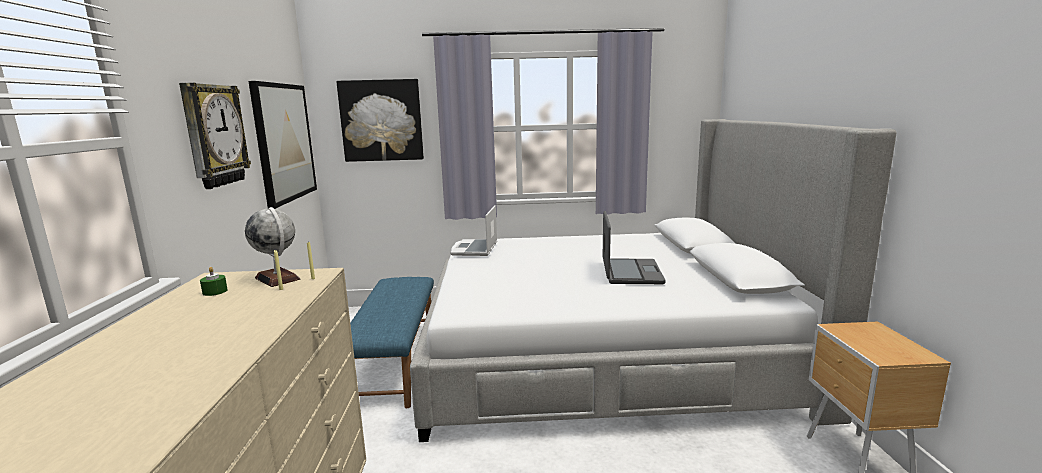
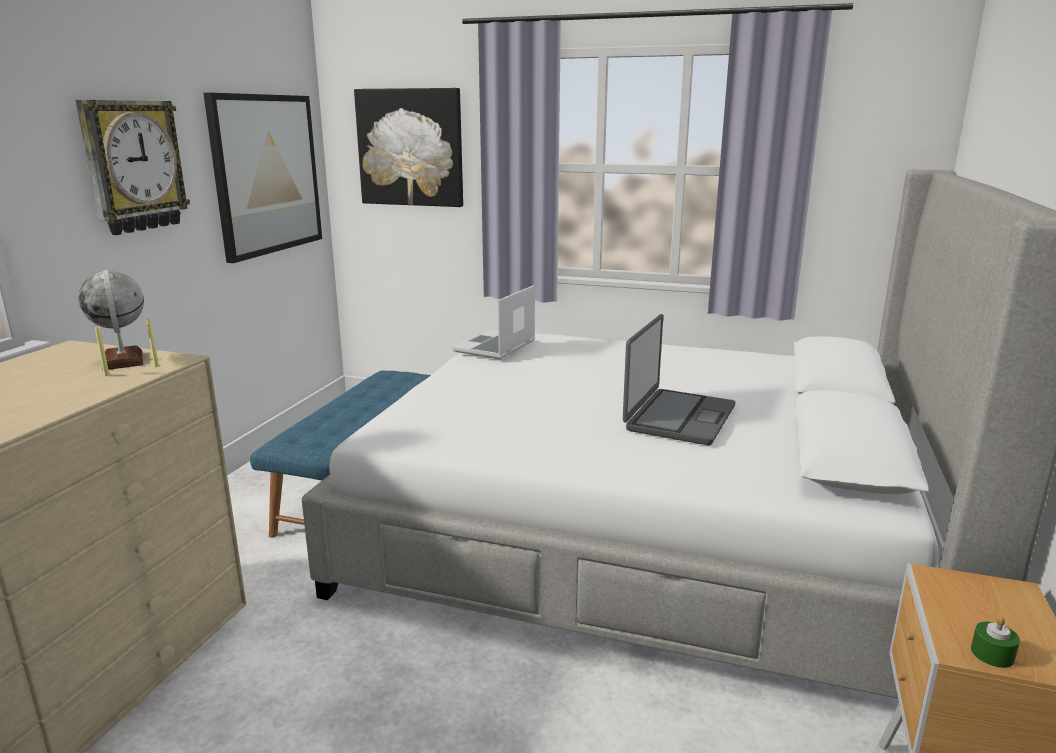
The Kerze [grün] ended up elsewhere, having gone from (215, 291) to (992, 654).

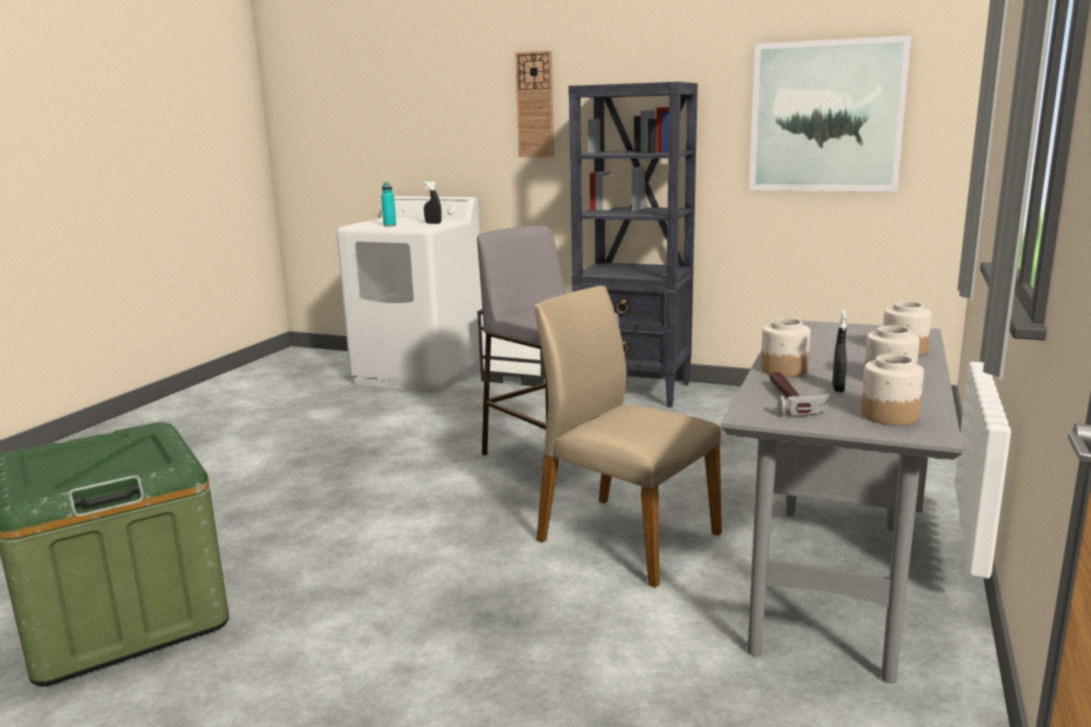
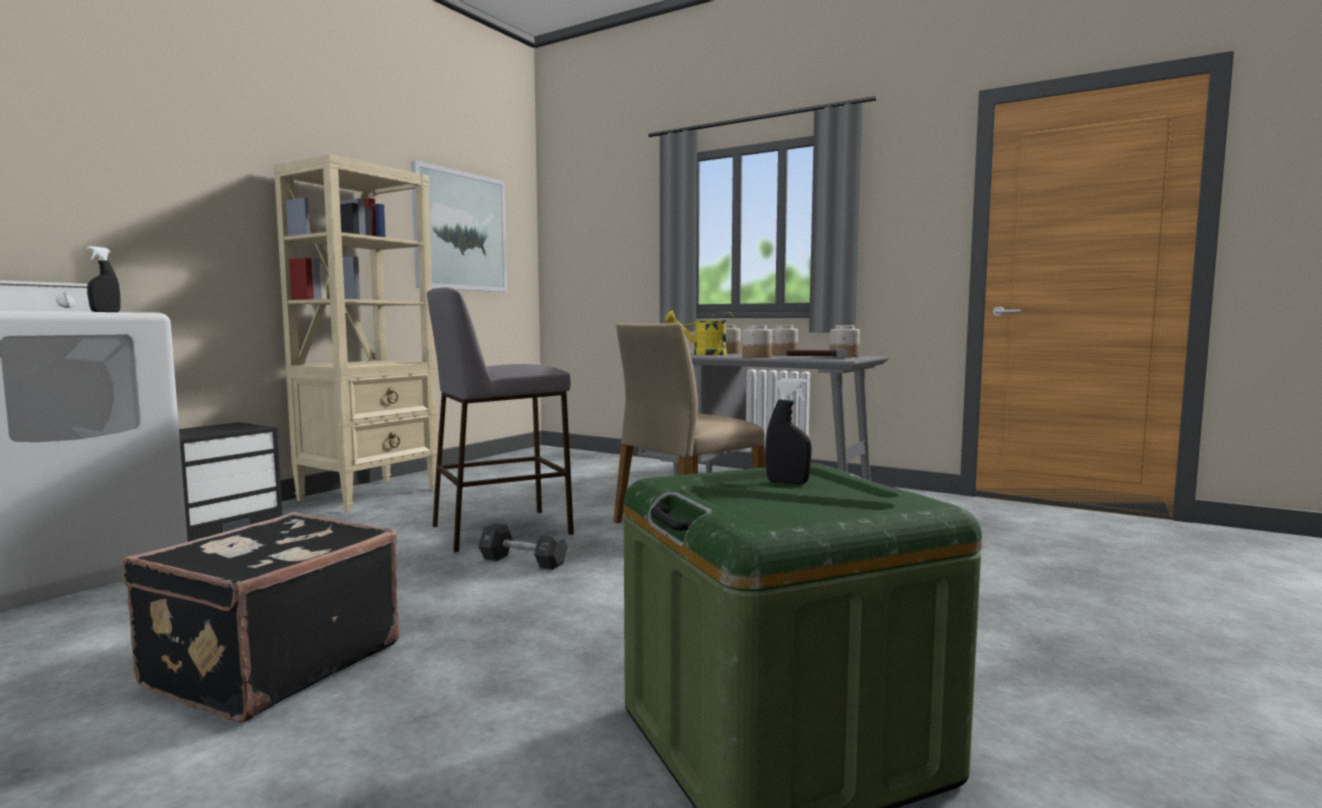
The second view gained the Koffer [schwarz] at (271, 665).
What was the Bücherregal [schwarz] at (634, 391) turned into the Bücherregal [beige] at (370, 494).
The second view gained the Hantel [schwarz] at (523, 561).
The second view gained the Gießkanne [gelb] at (703, 354).
The Sprühflasche [schwarz] ended up elsewhere, having gone from (838, 388) to (787, 482).
The second view lost the Flasche [türkis] at (390, 225).
The second view lost the Wanduhr at (535, 105).

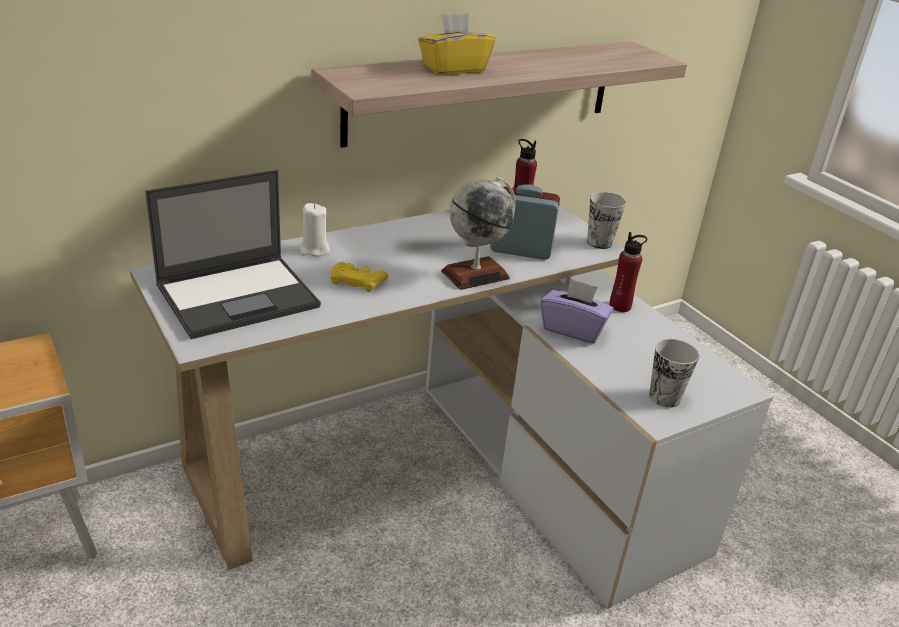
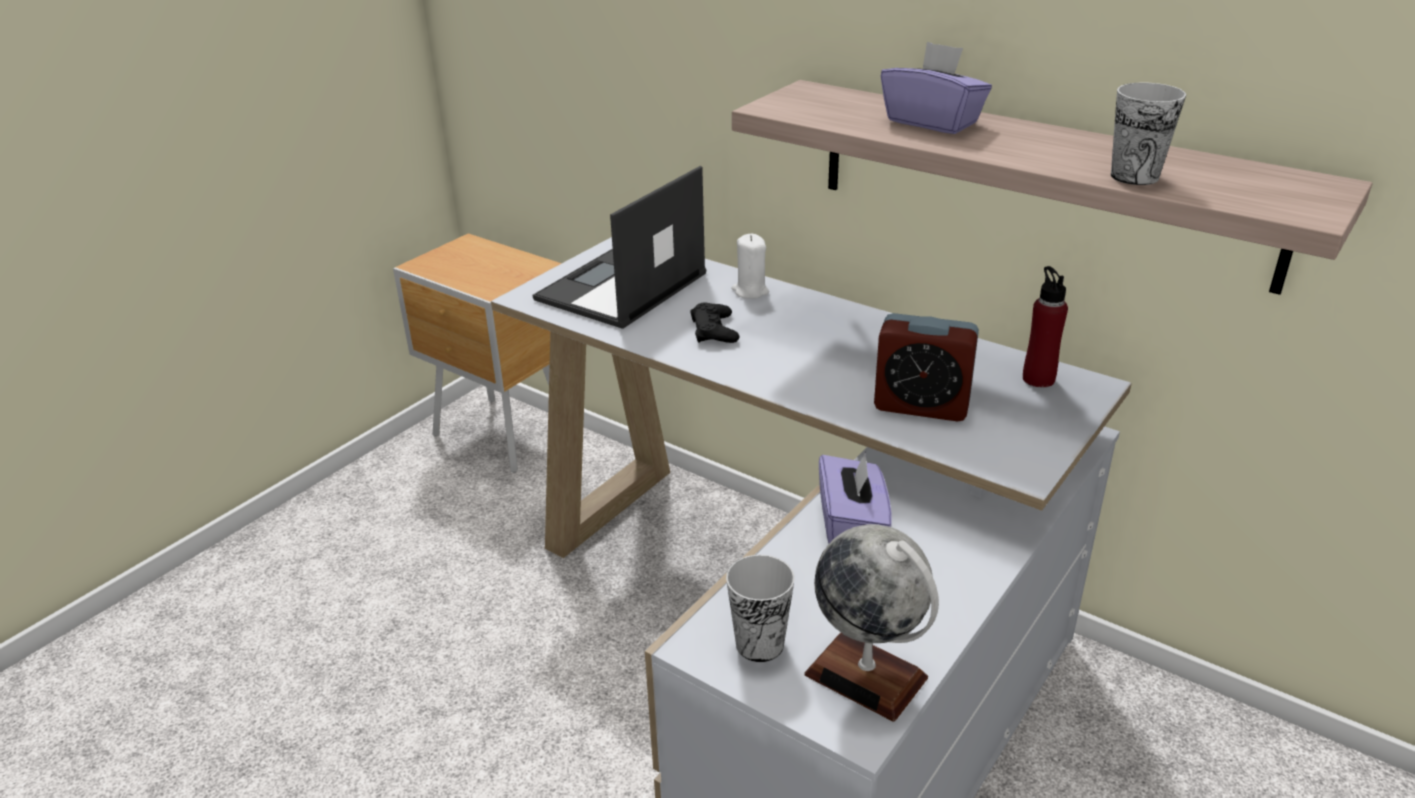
The Laptop at (239, 296) ended up facing another way, 90 degrees clockwise from before.
What was the Gamepad [gelb] at (357, 281) turned into the Gamepad [schwarz] at (714, 330).
The Globus ended up elsewhere, having gone from (475, 274) to (866, 676).
The Wecker at (521, 250) ended up facing another way, 120 degrees clockwise from before.
What was the Taschentuchbox [gelb] at (453, 69) turned into the Taschentuchbox [lila] at (932, 122).
The Tasse ended up elsewhere, having gone from (599, 242) to (1134, 176).
The second view lost the Flasche [rot] at (620, 306).

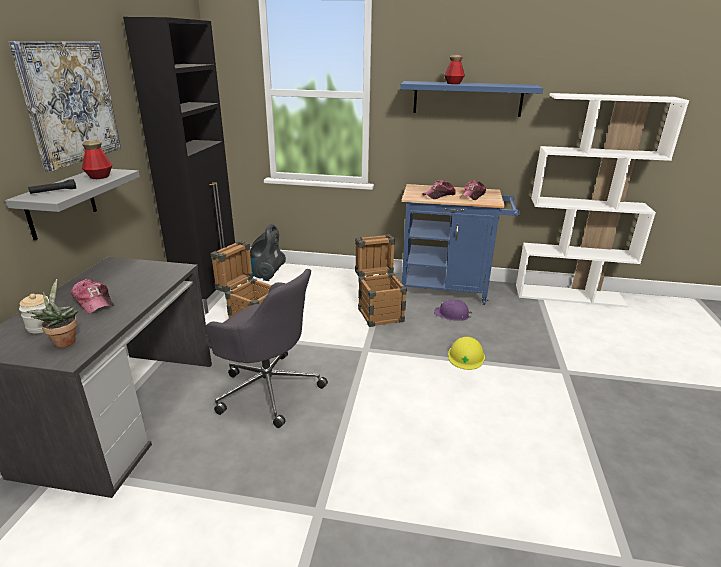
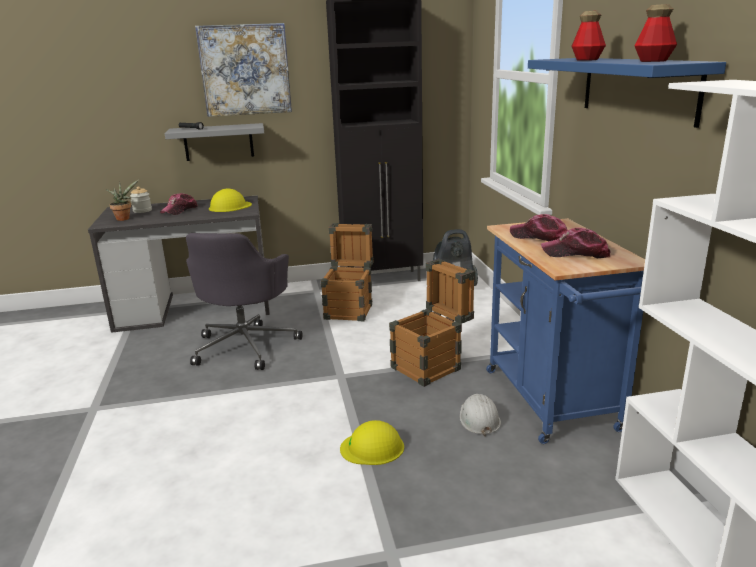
The second view gained the Schutzhelm [gelb] at (230, 206).
What was the Schutzhelm [lila] at (452, 314) turned into the Schutzhelm [weiß] at (479, 419).
The Flasche ended up elsewhere, having gone from (99, 177) to (653, 61).

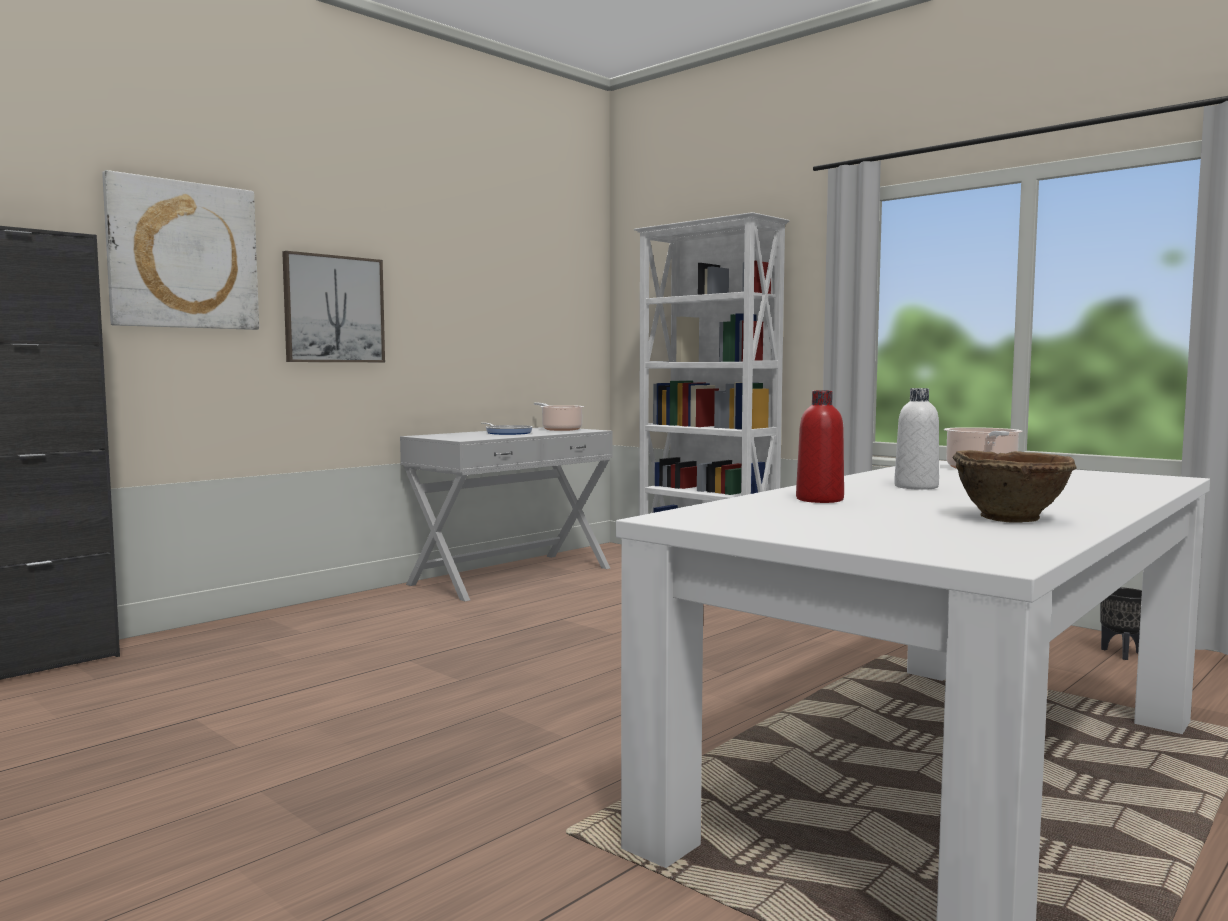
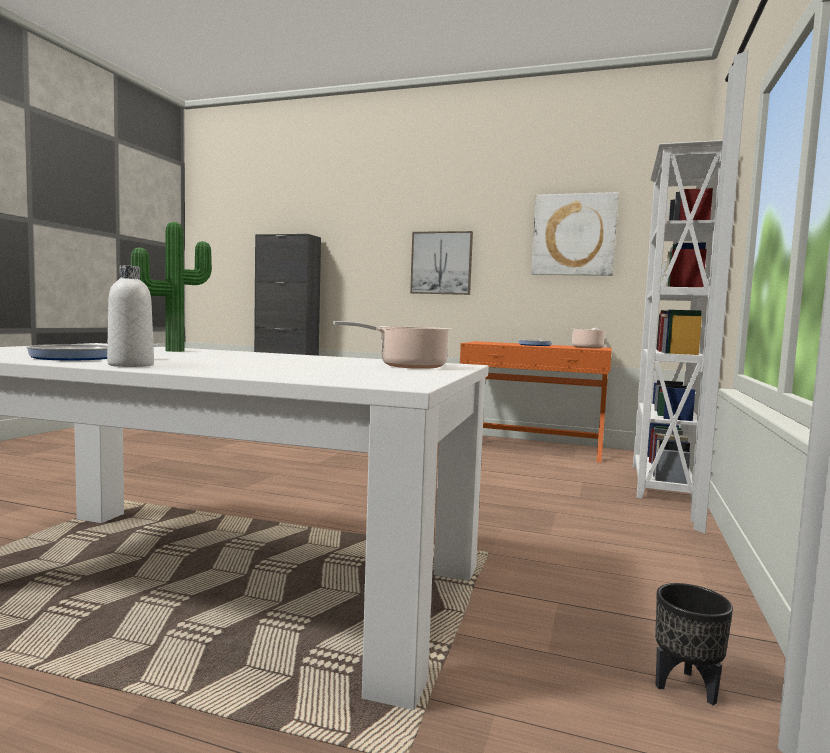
Where the Schüssel [braun] stood at (1011, 518), the Pfanne came to stand at (79, 357).
The Flasche [weiß] ended up elsewhere, having gone from (916, 487) to (131, 365).
Where the Flasche [rot] stood at (819, 499), the Topfpflanze came to stand at (173, 350).
What was the Konsolentisch [weiß] at (511, 576) turned into the Konsolentisch [orange] at (531, 447).
The Bild ended up elsewhere, having gone from (183, 255) to (574, 235).

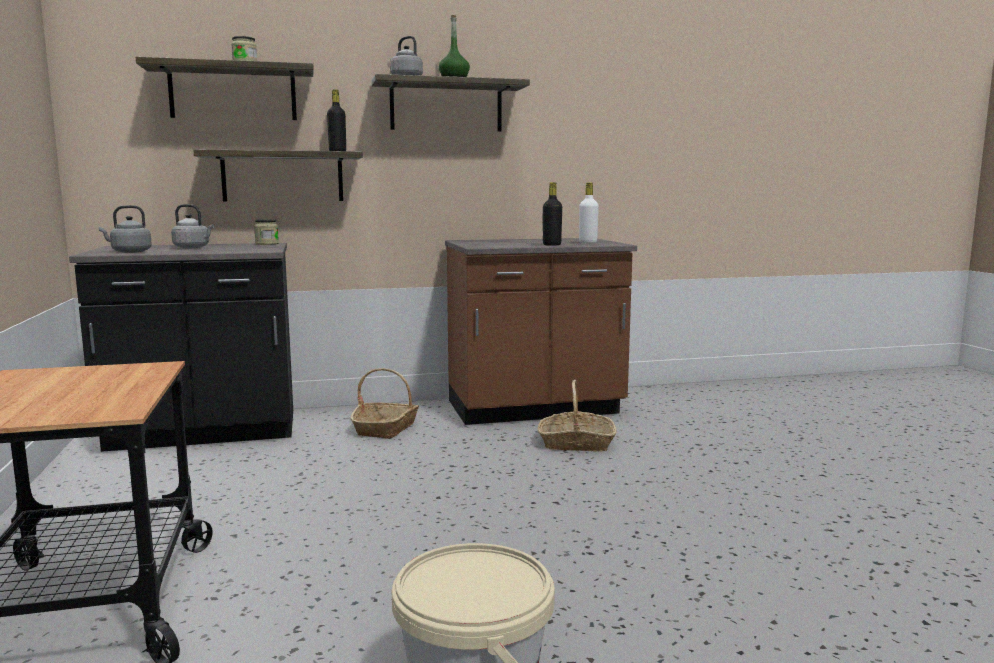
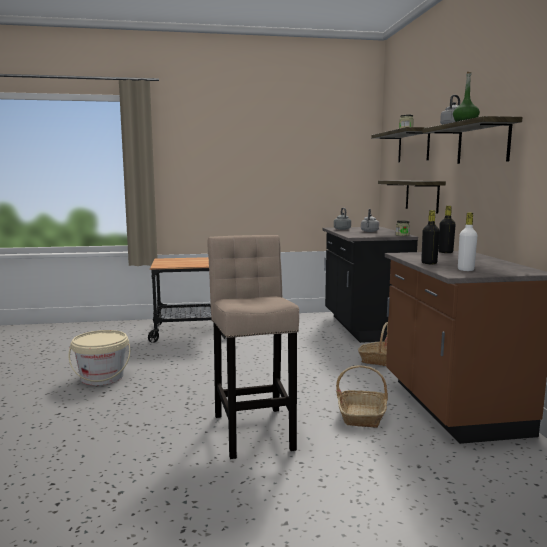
The second view gained the Hocker [beige] at (253, 428).
The Flasche [schwarz] ended up elsewhere, having gone from (337, 152) to (445, 252).

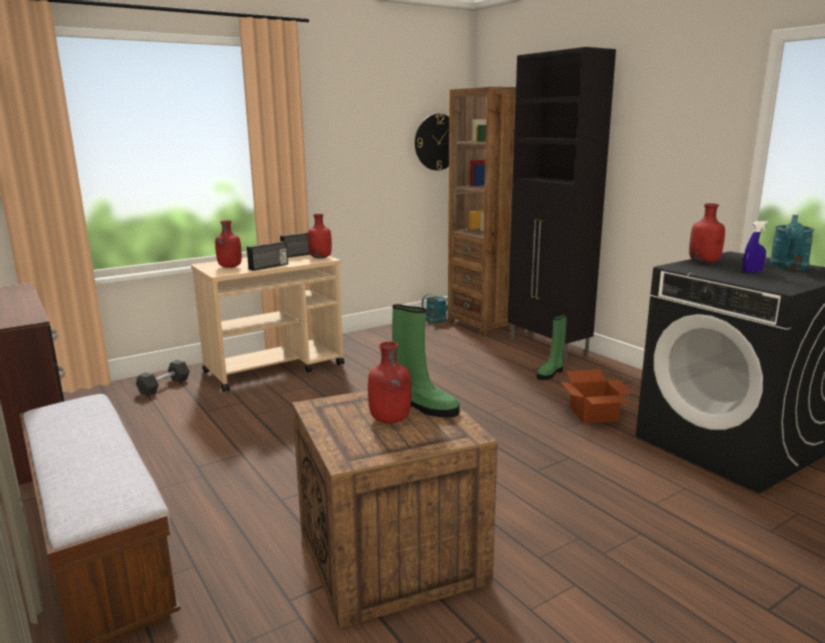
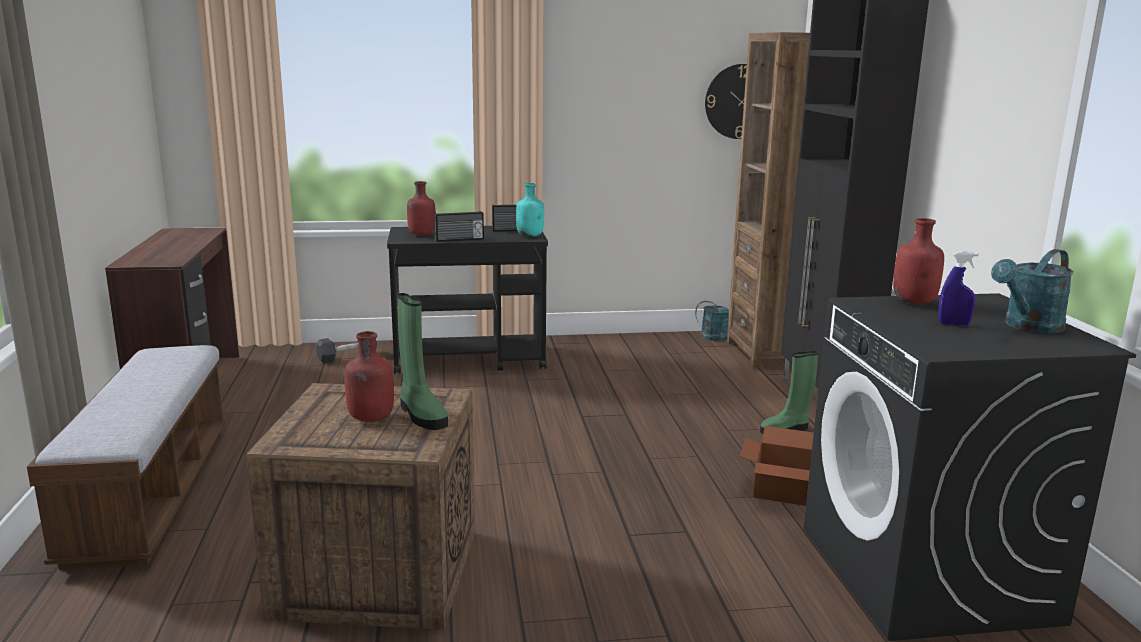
What was the Rollwagen [beige] at (275, 368) turned into the Rollwagen [schwarz] at (470, 359).
What was the Flasche [rot] at (321, 257) turned into the Flasche [türkis] at (530, 236).

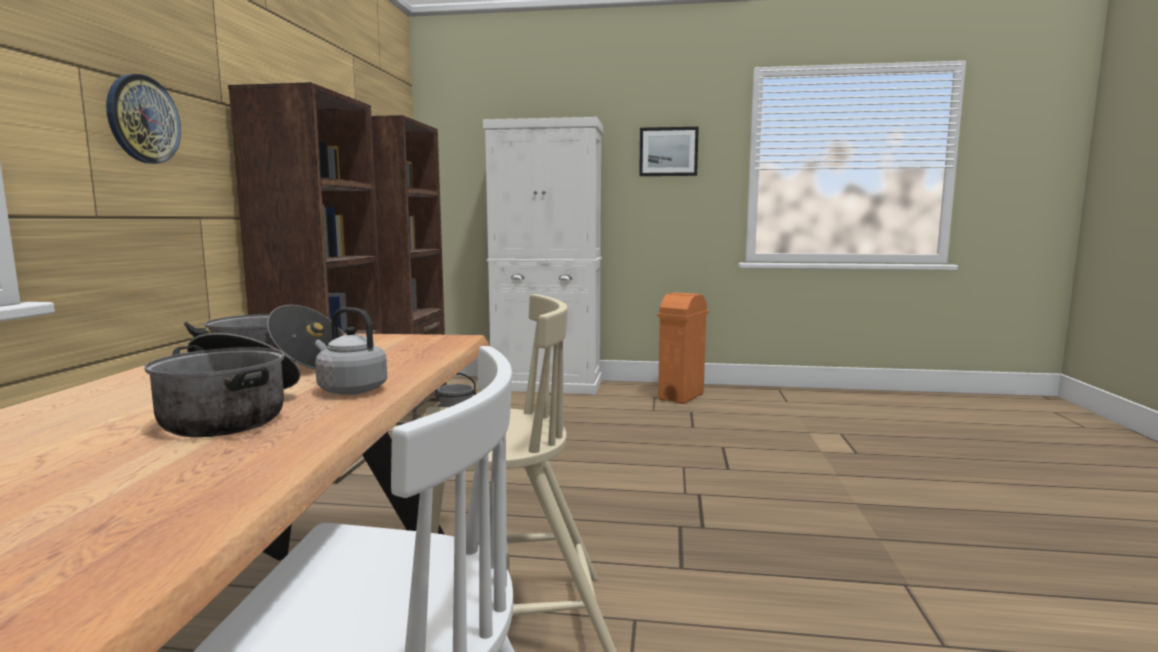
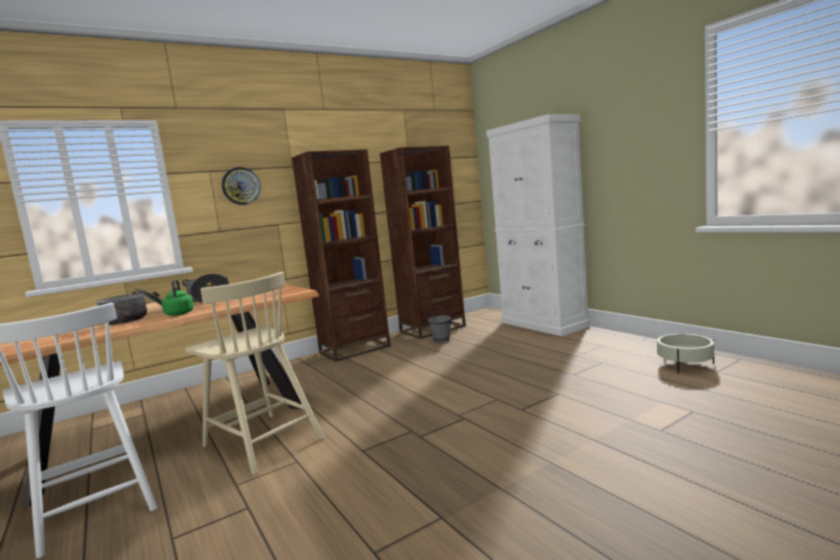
What was the Wasserkessel [grau] at (350, 390) turned into the Wasserkessel [grün] at (180, 313).
The second view gained the Pflanzkübel [beige] at (685, 365).
The second view lost the Bild at (668, 152).
The second view lost the Mülleimer [orange] at (681, 397).

